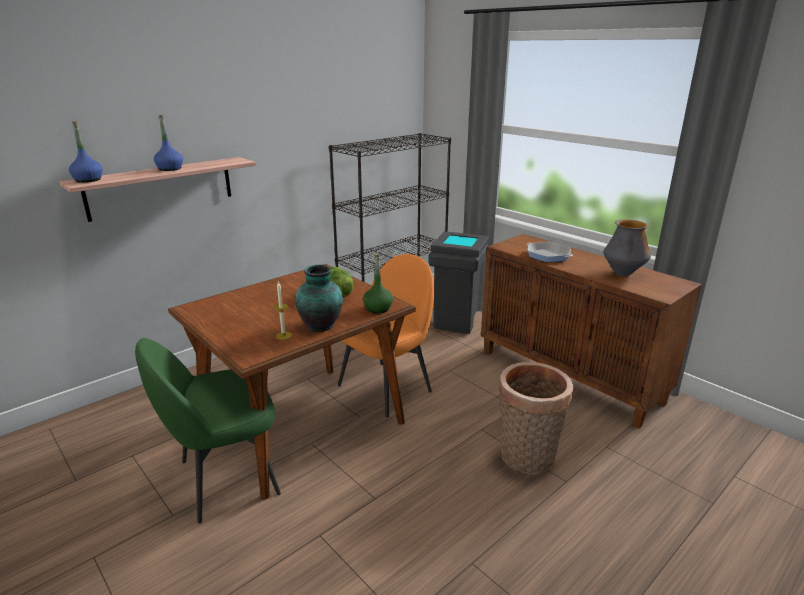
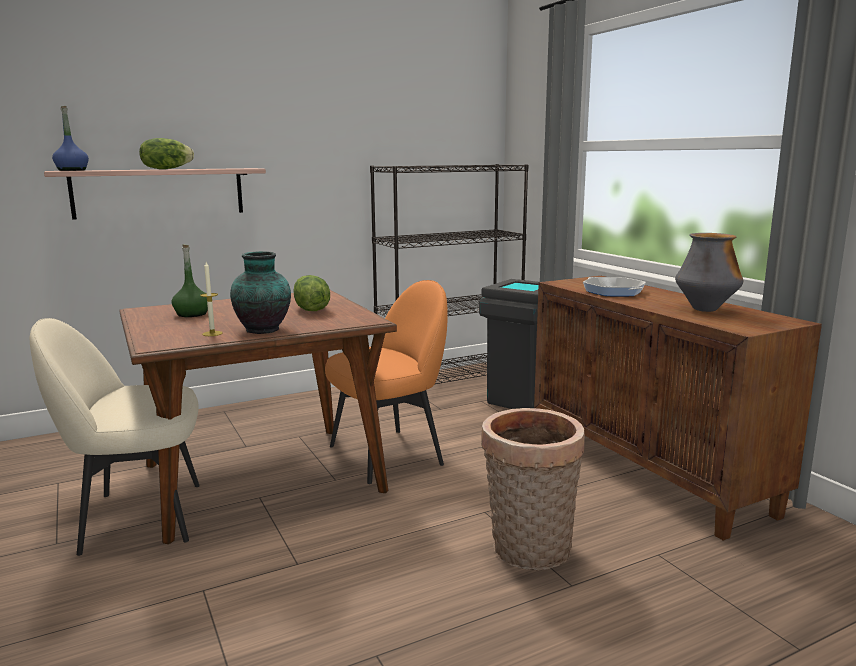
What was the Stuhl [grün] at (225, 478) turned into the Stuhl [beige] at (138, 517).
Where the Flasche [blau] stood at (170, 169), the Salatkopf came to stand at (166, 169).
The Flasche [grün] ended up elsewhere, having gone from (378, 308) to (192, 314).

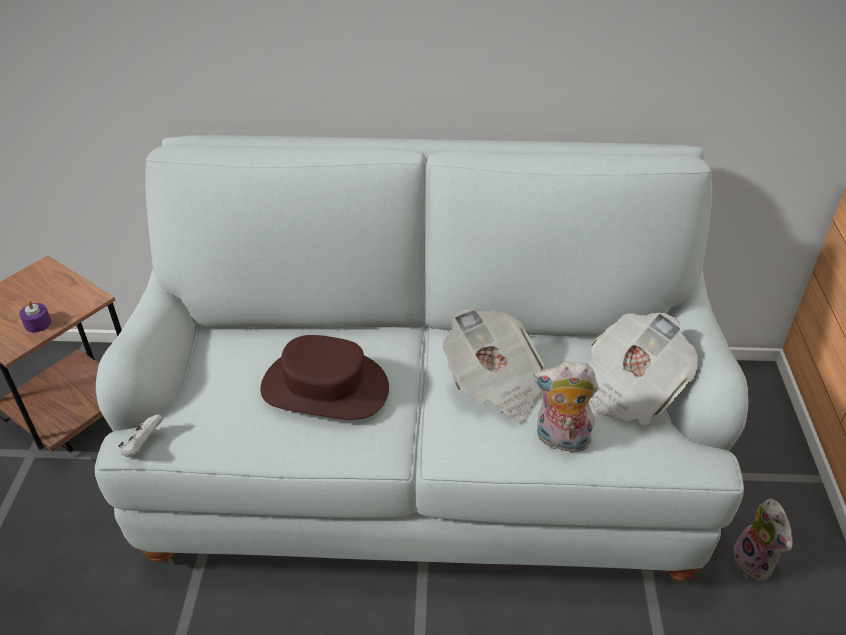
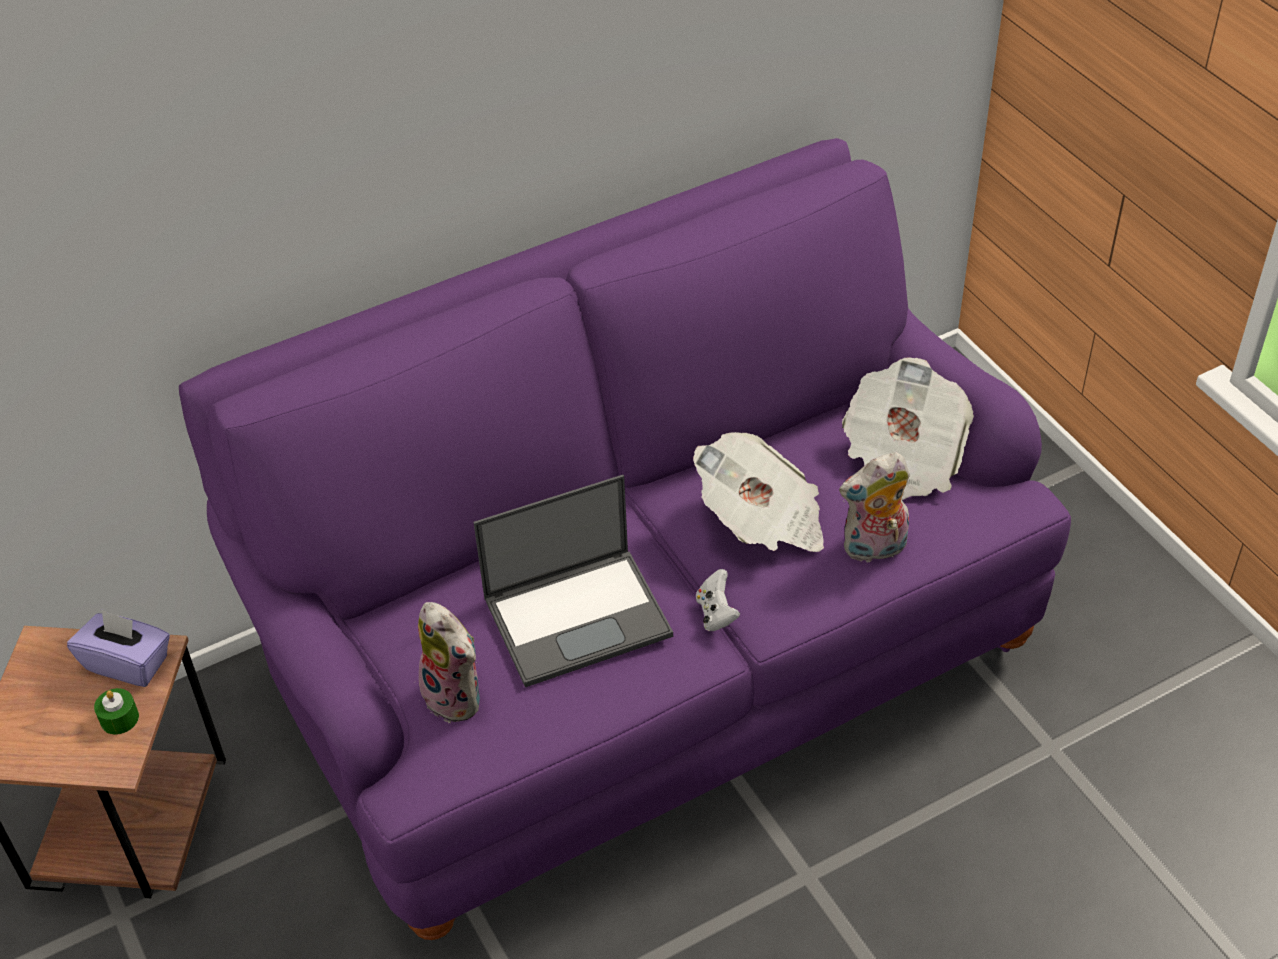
The second view gained the Taschentuchbox [lila] at (128, 663).
What was the Kerze [lila] at (38, 323) turned into the Kerze [grün] at (119, 718).
What was the Sofa [weiß] at (423, 460) turned into the Sofa [lila] at (645, 661).
The Plüschtier ended up elsewhere, having gone from (756, 563) to (457, 696).
Where the Hut [braun] stood at (325, 387), the Laptop came to stand at (579, 615).
The Gamepad [weiß] ended up elsewhere, having gone from (143, 446) to (716, 613).

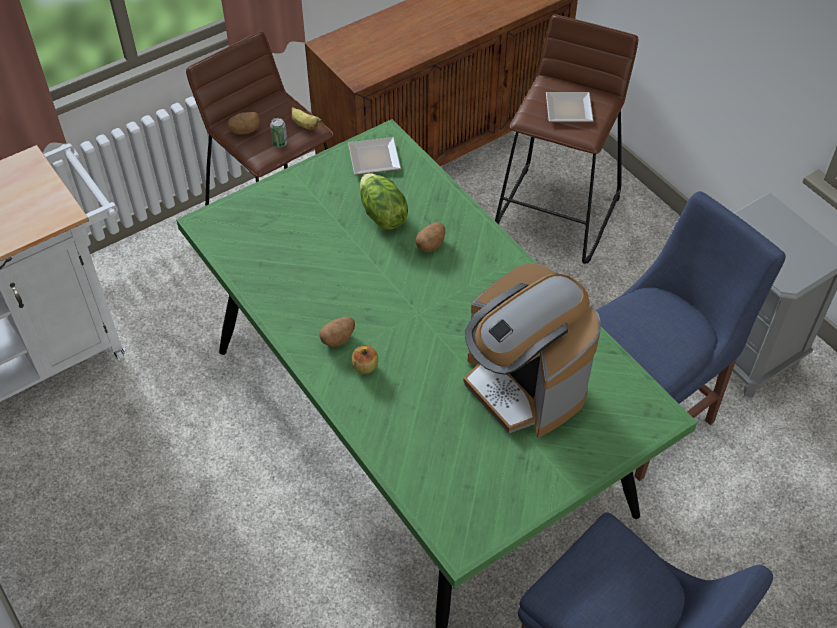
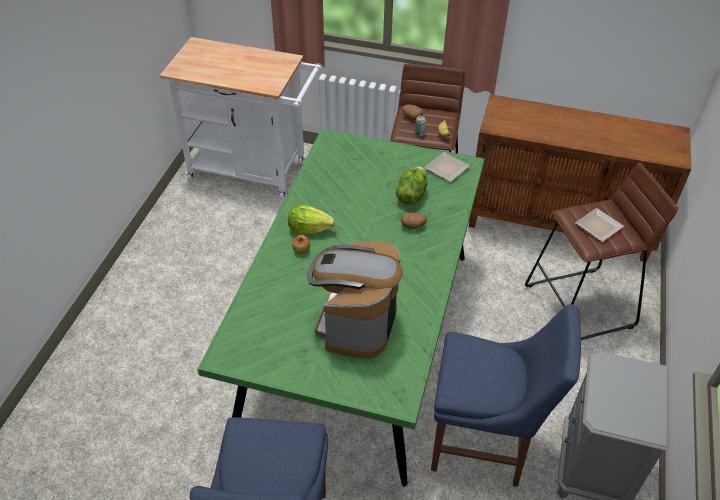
Where the Kartoffel stood at (338, 338), the Salatkopf came to stand at (309, 229).

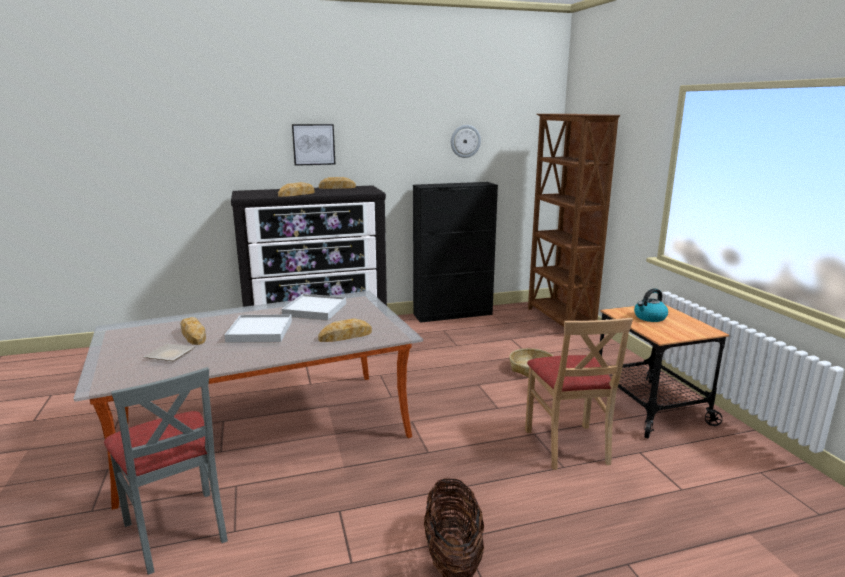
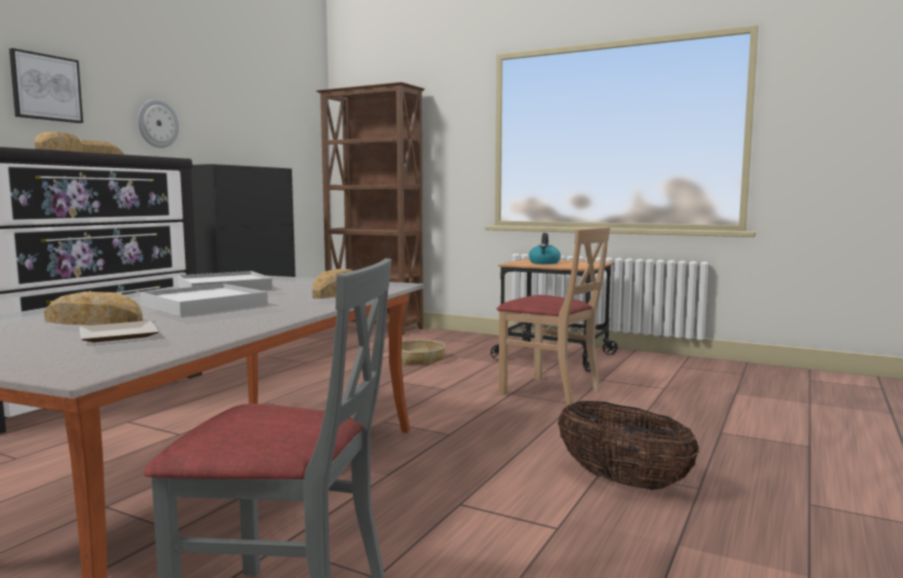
The Wanduhr ended up elsewhere, having gone from (465, 141) to (157, 123).

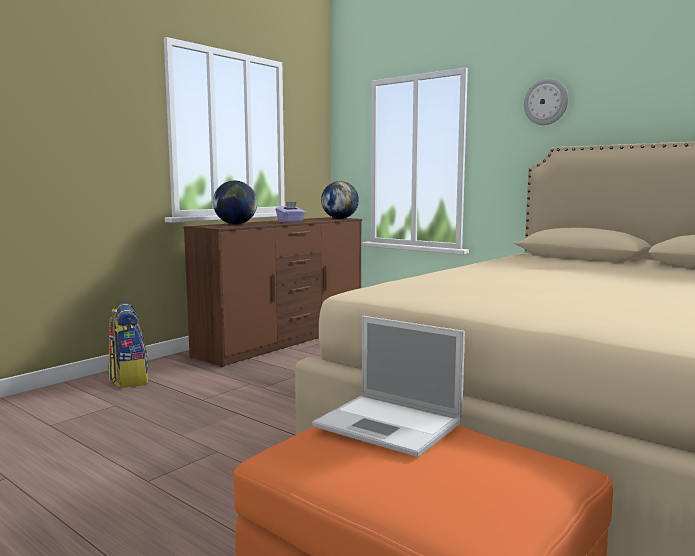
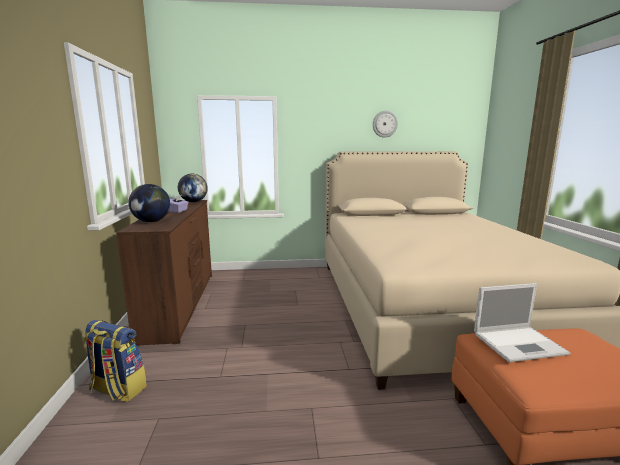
The Wanduhr ended up elsewhere, having gone from (546, 102) to (385, 124).

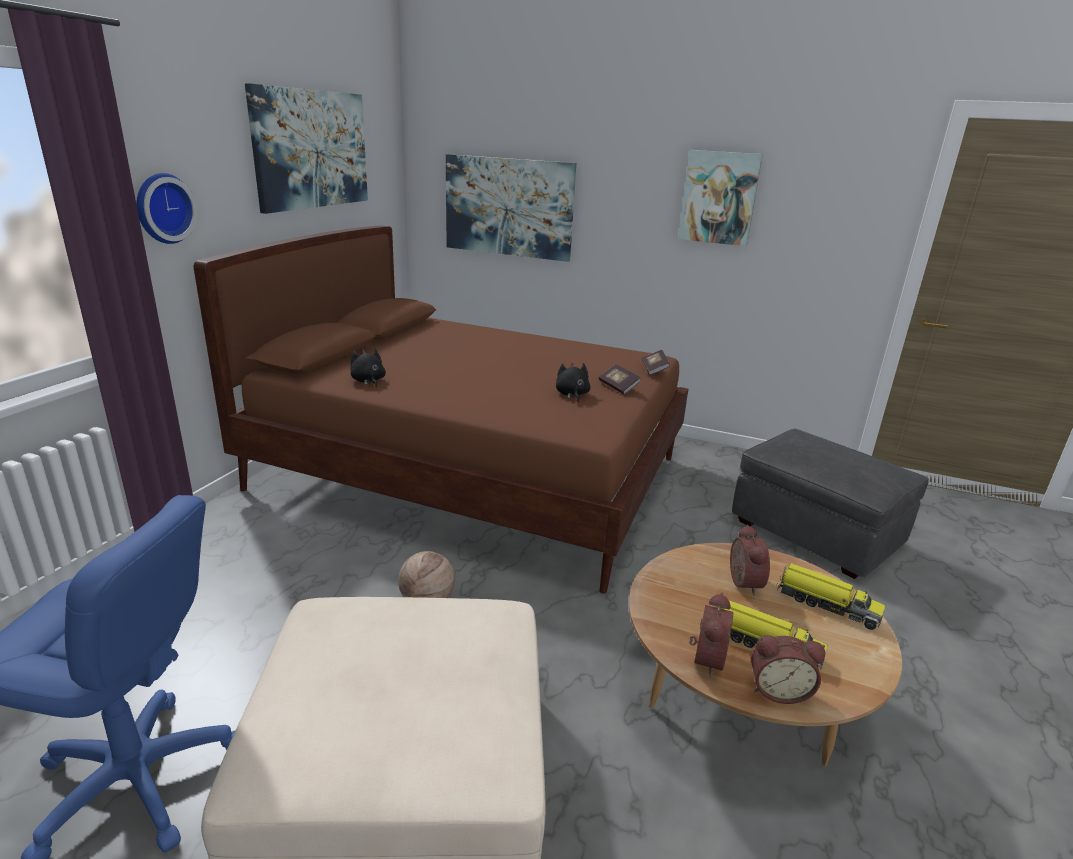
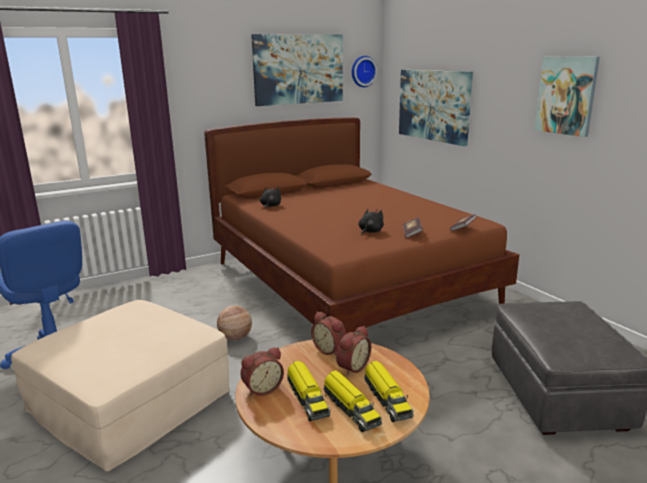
The Wecker ended up elsewhere, having gone from (778, 689) to (330, 349).
The second view gained the Spielzeuglaster at (350, 408).
The Wanduhr ended up elsewhere, having gone from (162, 208) to (362, 71).

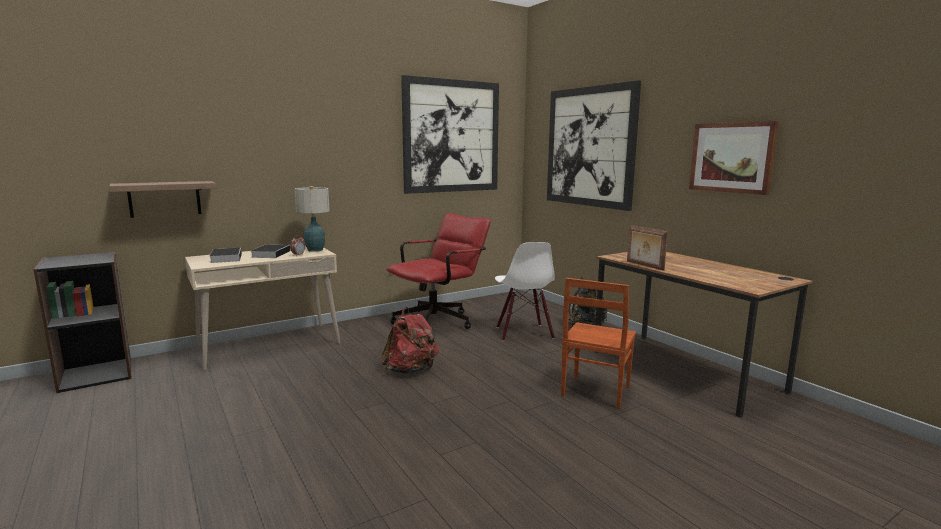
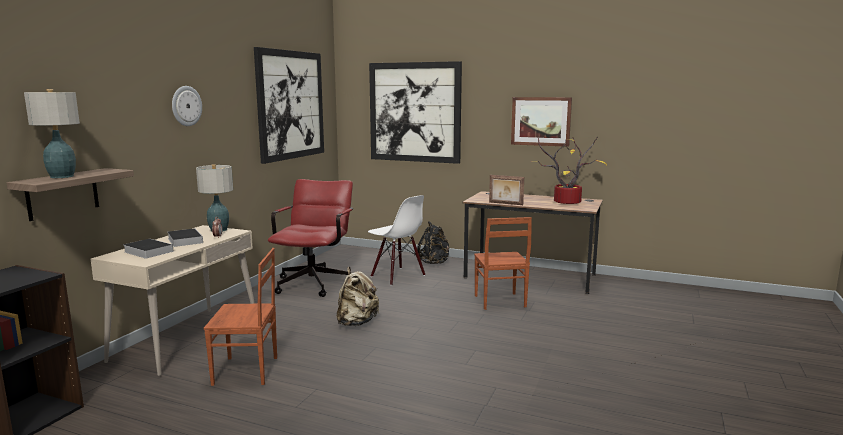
The second view gained the Tischlampe at (61, 176).
The second view gained the Wanduhr at (186, 106).
The second view gained the Stuhl [braun] at (246, 371).
What was the Rucksack [rot] at (411, 370) turned into the Rucksack [beige] at (357, 322).
The second view gained the Topfpflanze at (568, 202).

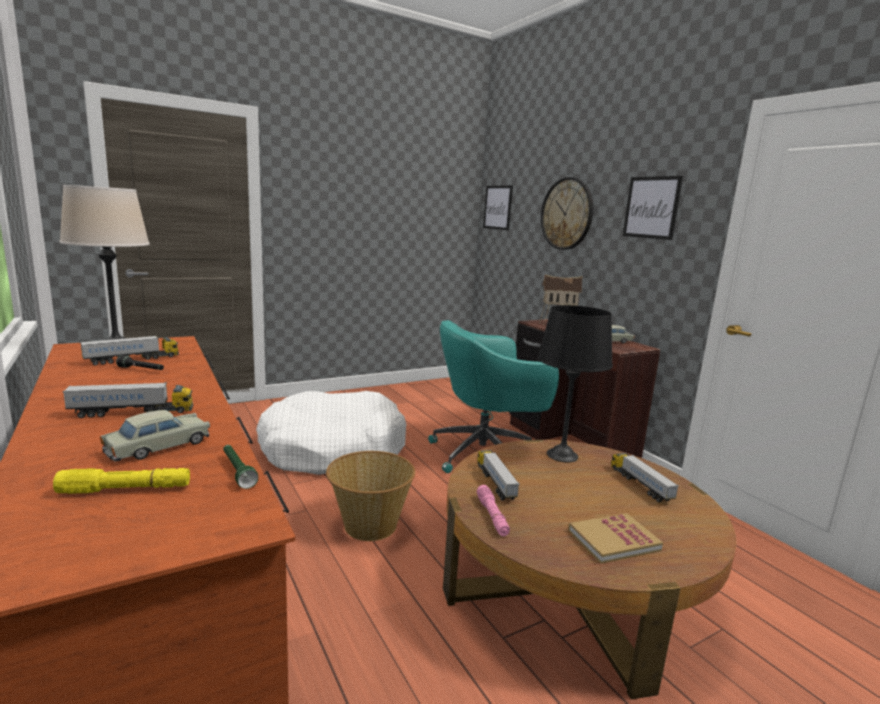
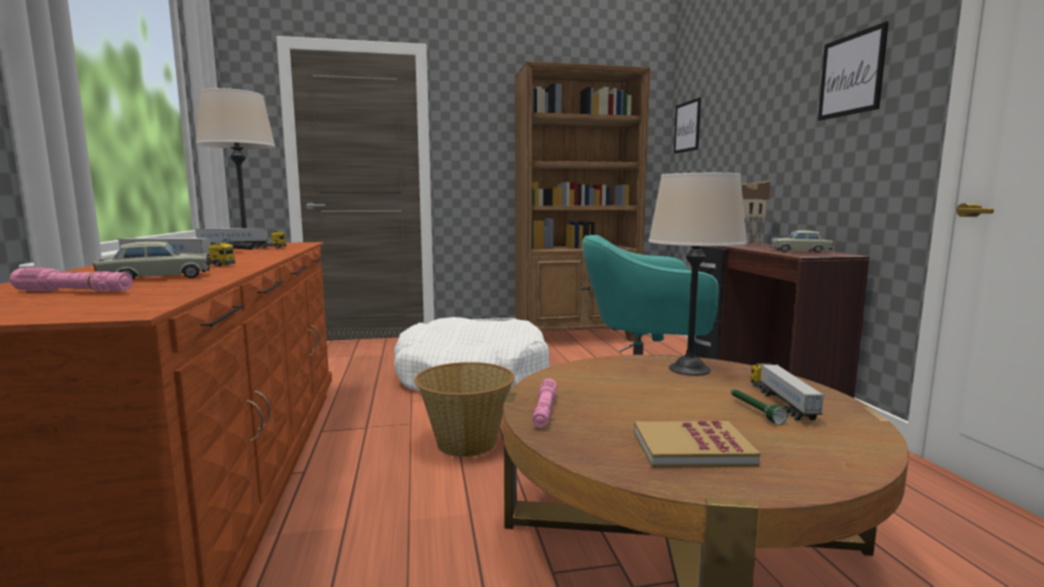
What was the Taschenlampe [gelb] at (126, 490) turned into the Taschenlampe [rosa] at (74, 292).
The second view gained the Bücherregal [braun] at (576, 337).
What was the Tischlampe [schwarz] at (562, 455) turned into the Tischlampe [beige] at (689, 369).
The Taschenlampe [grün] ended up elsewhere, having gone from (237, 471) to (755, 411).
The second view lost the Spielzeuglaster at (495, 482).
The second view lost the Wanduhr at (567, 214).

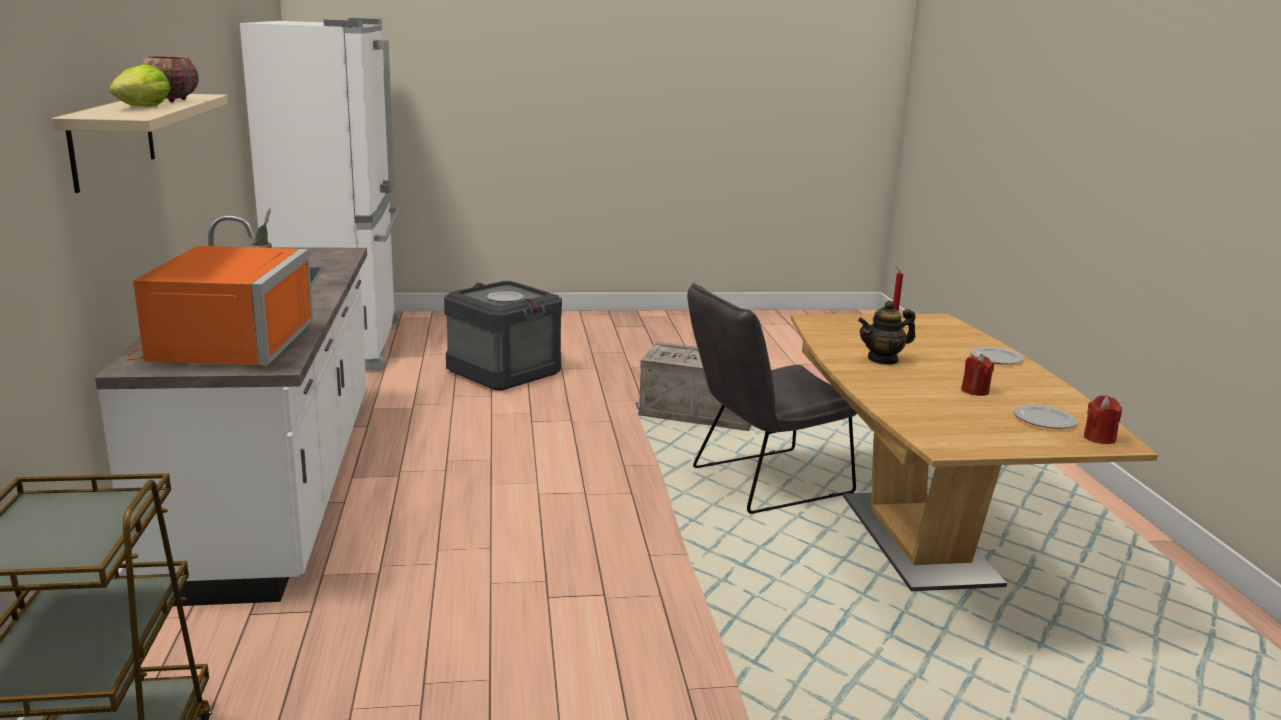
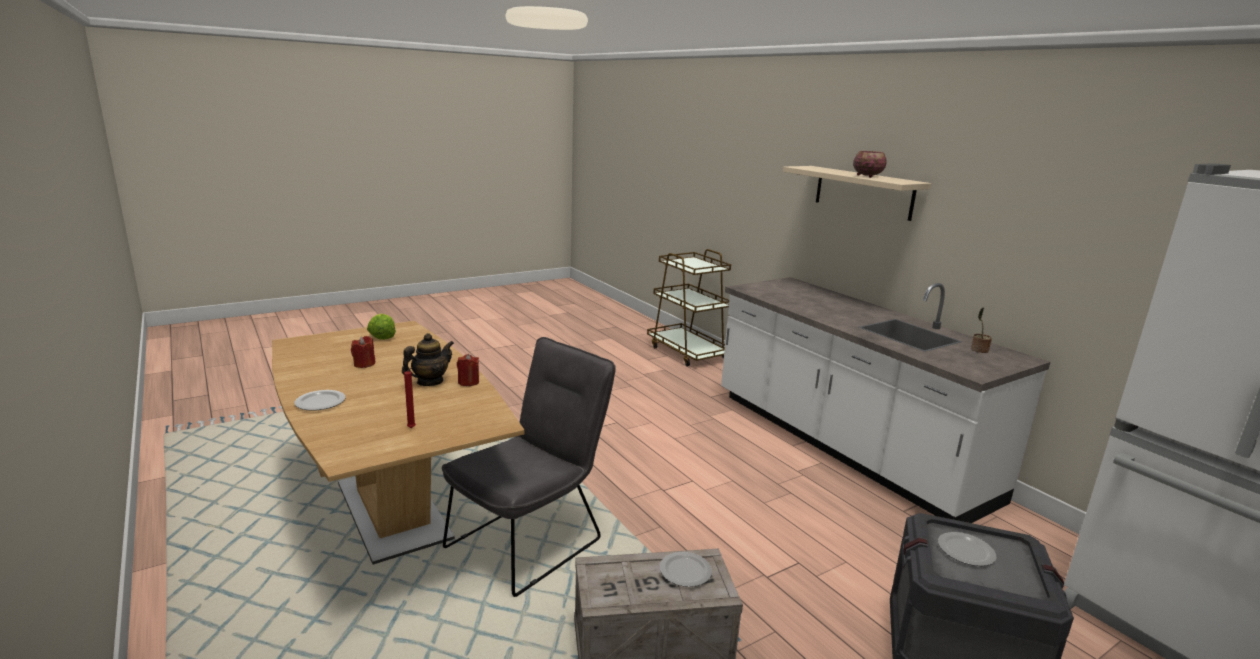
The Salatkopf ended up elsewhere, having gone from (142, 107) to (382, 336).
The Kerze [rot] ended up elsewhere, having gone from (1099, 438) to (468, 382).
The Teller ended up elsewhere, having gone from (1043, 419) to (686, 571).
The second view lost the Mikrowelle [orange] at (222, 344).

